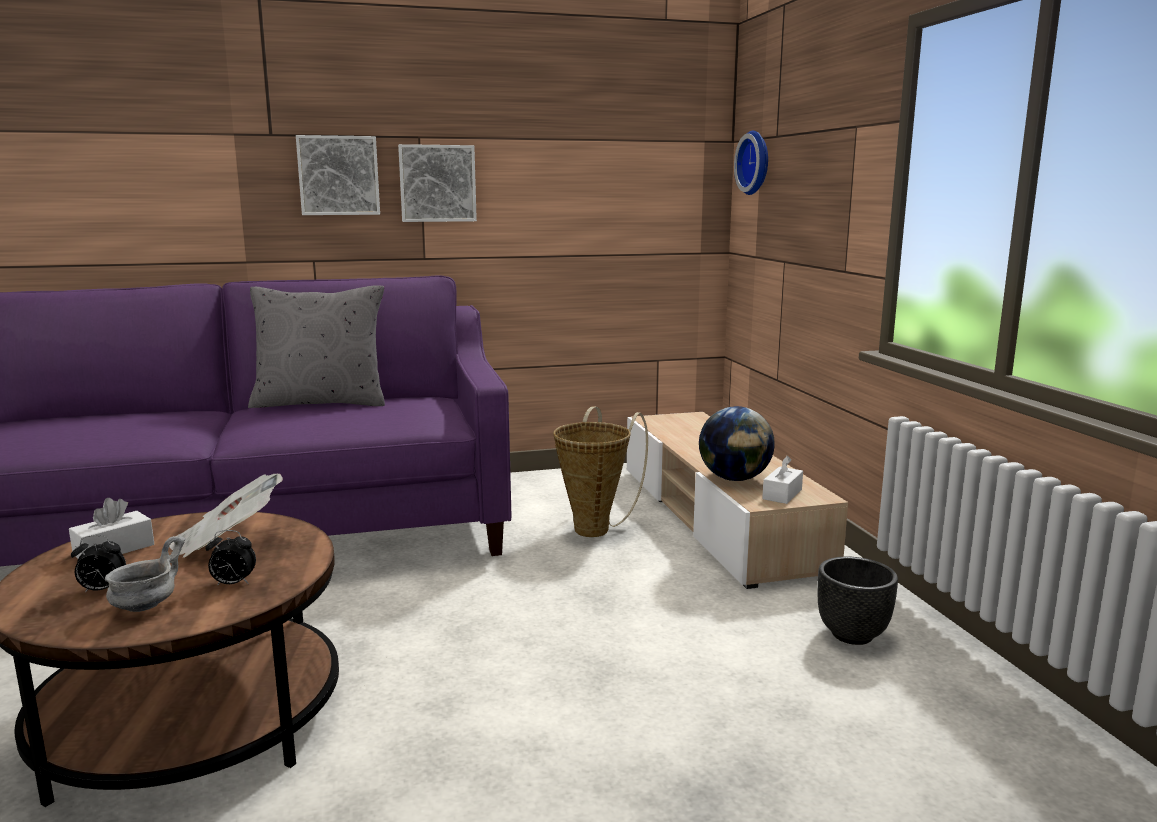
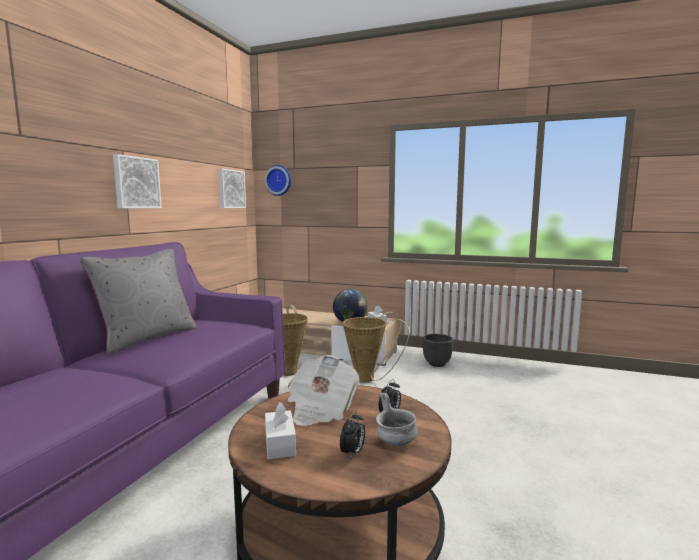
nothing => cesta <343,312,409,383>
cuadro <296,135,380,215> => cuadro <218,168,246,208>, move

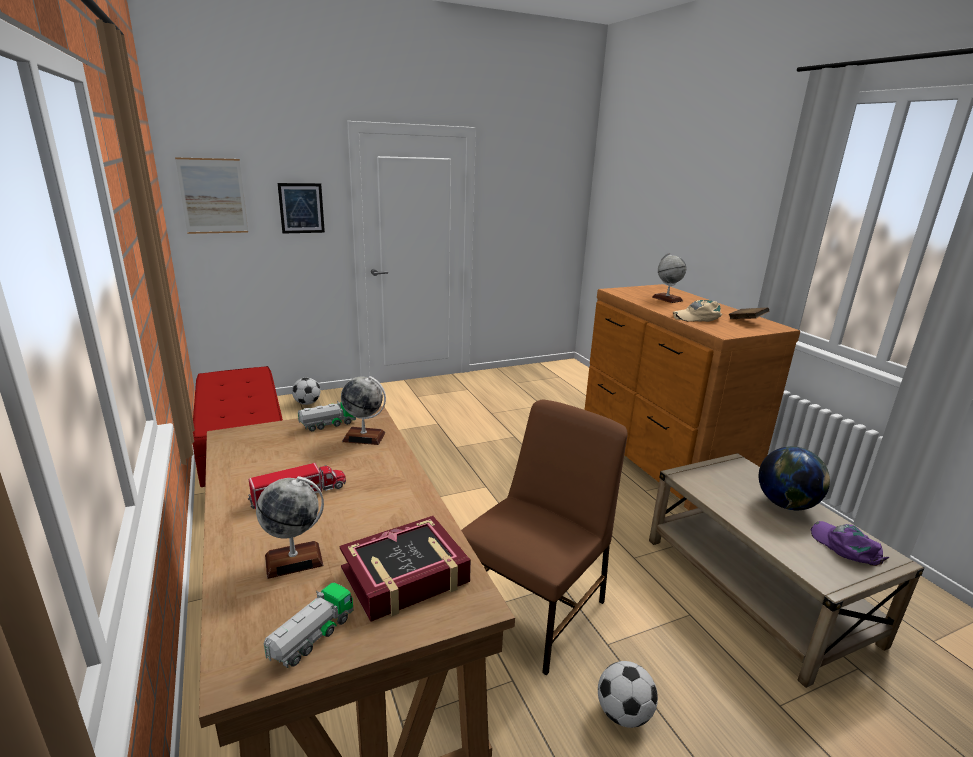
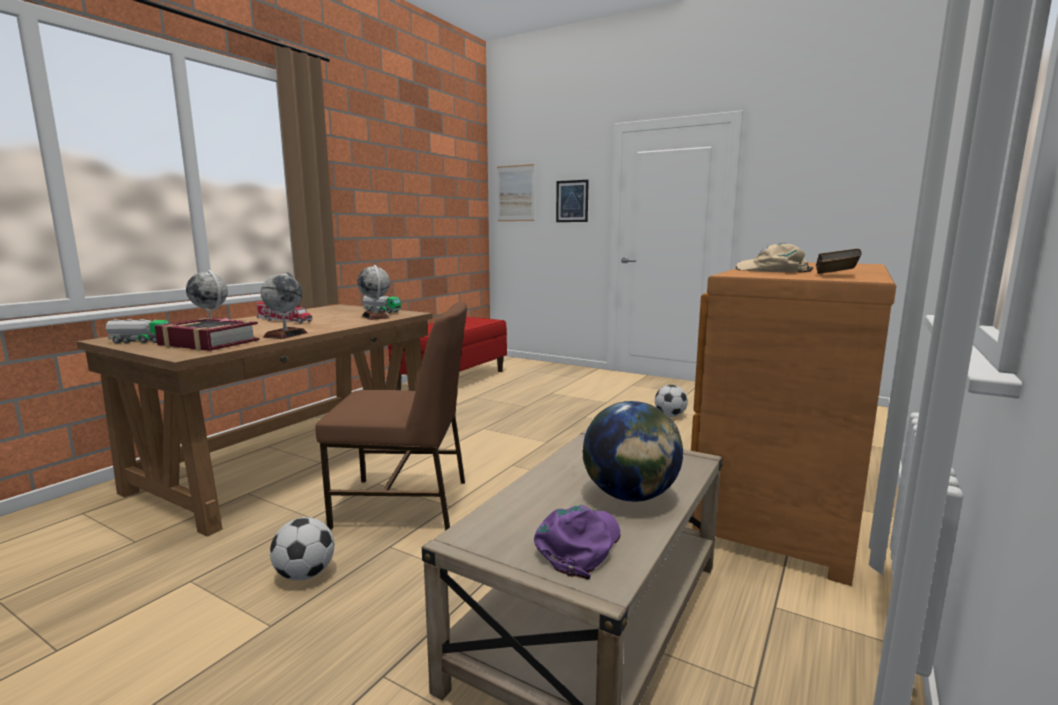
balón de fútbol <292,378,320,405> => balón de fútbol <655,385,688,417>, move
globo terráqueo <652,253,686,303> => globo terráqueo <260,271,307,339>, move

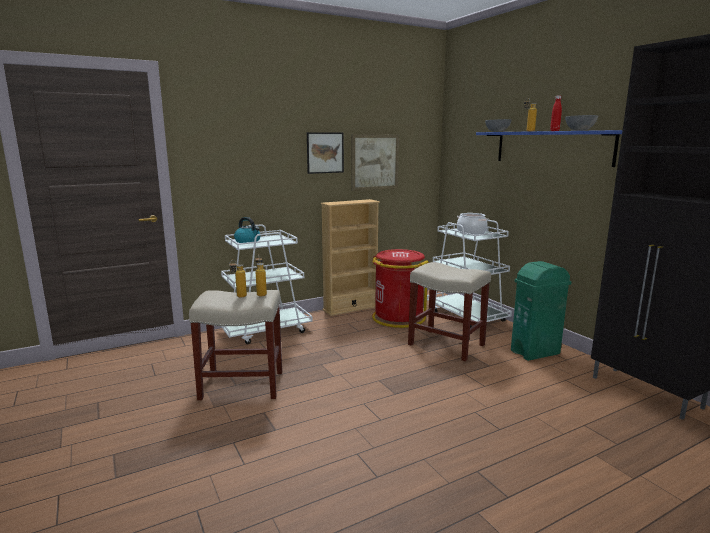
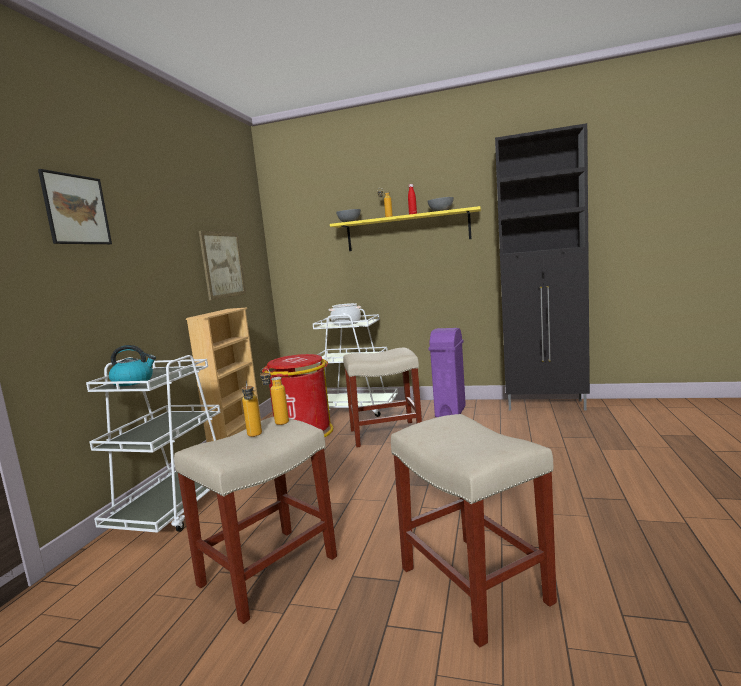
nothing => taburete/beis <391,414,557,648>
cuadro <307,132,344,174> => cuadro <38,169,112,244>, move
estante/azul <476,130,623,167> => estante/amarillo <330,206,481,251>
papelera/verde <511,261,572,361> => papelera/morado <428,328,466,417>

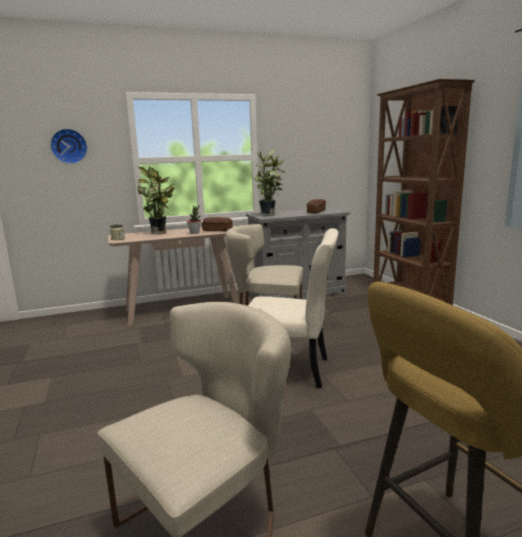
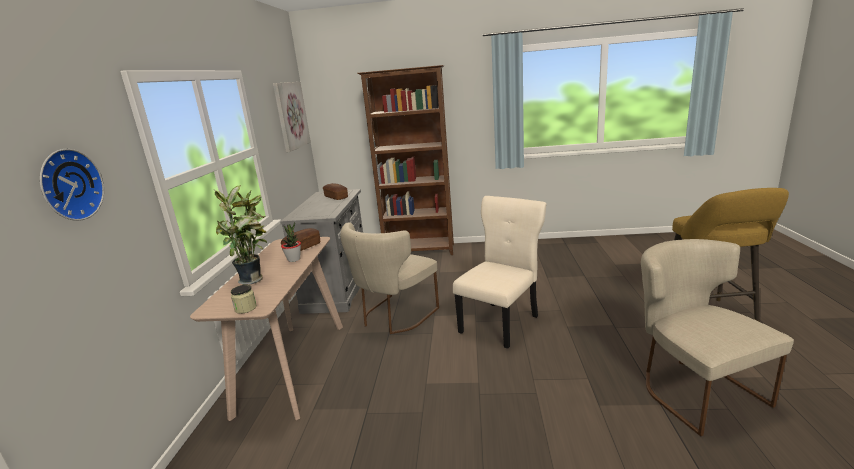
planta en maceta <253,150,285,216> => nothing
nothing => cuadro <273,82,311,152>

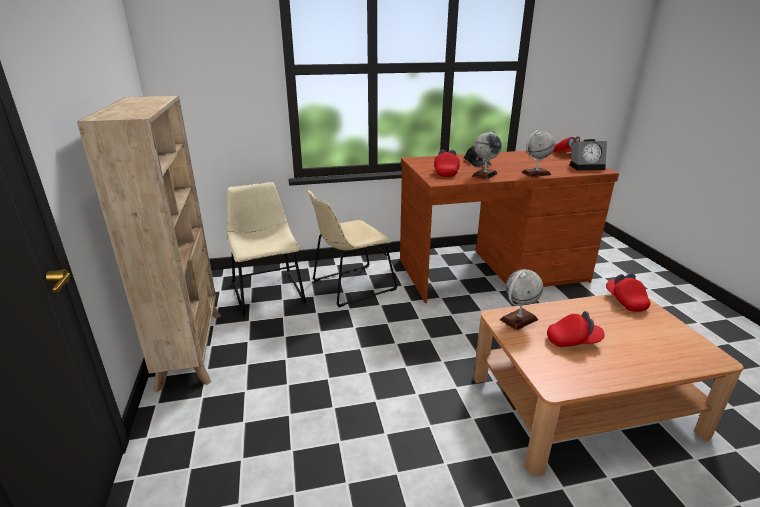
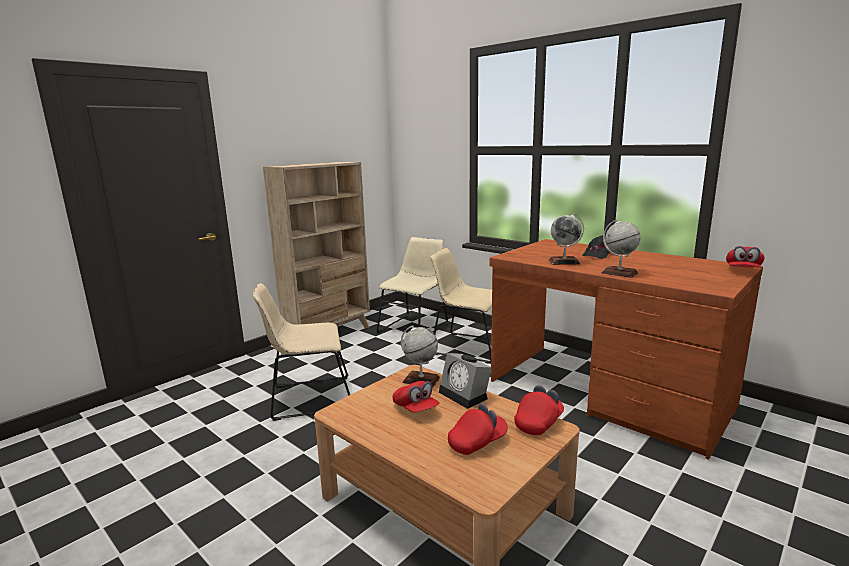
nothing => silla/beis <253,283,350,421>
gorra/rojo <434,150,460,177> => gorra/rojo <448,403,508,455>, move
despertador <570,139,607,170> => despertador <439,353,492,409>, move

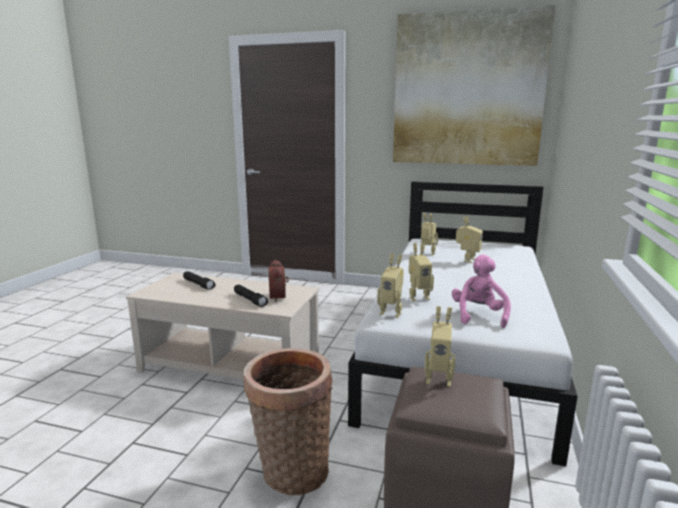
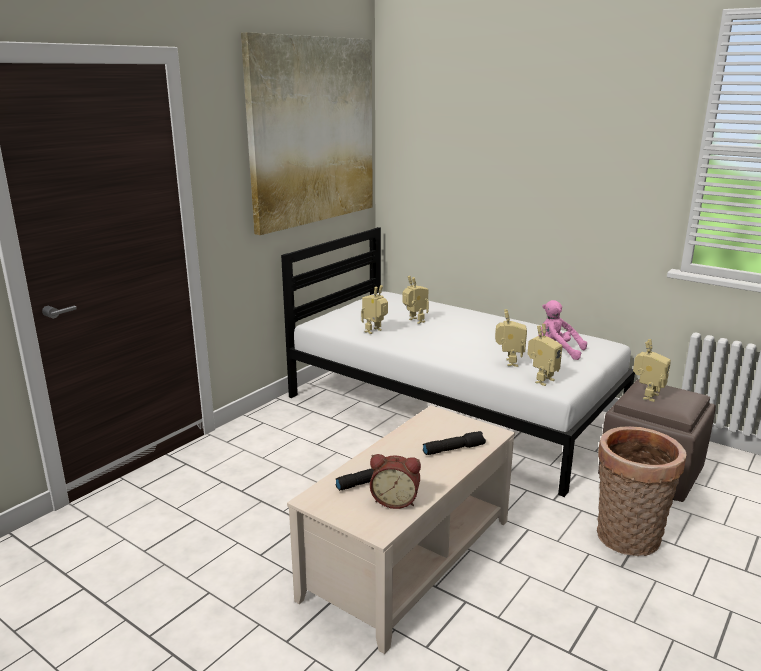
despertador <268,259,289,302> => despertador <370,454,421,509>, move

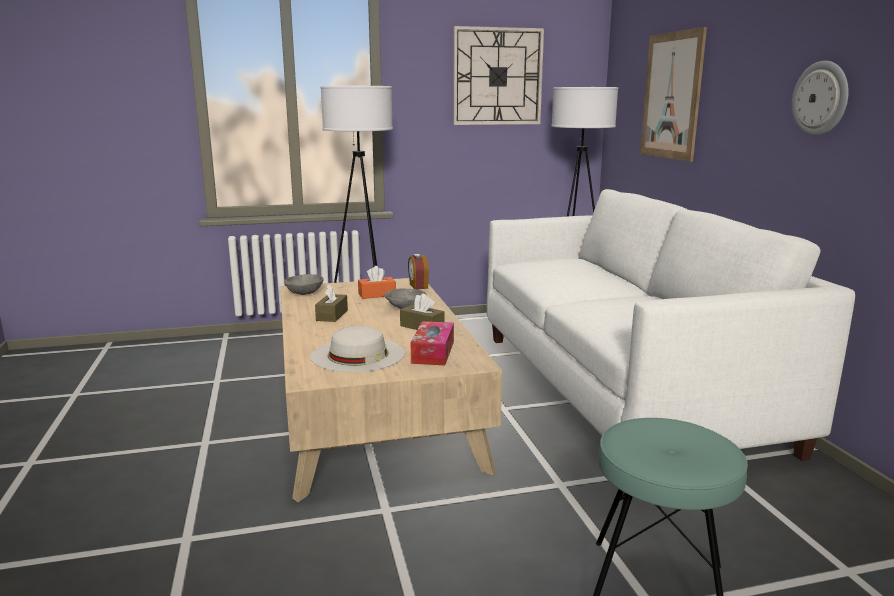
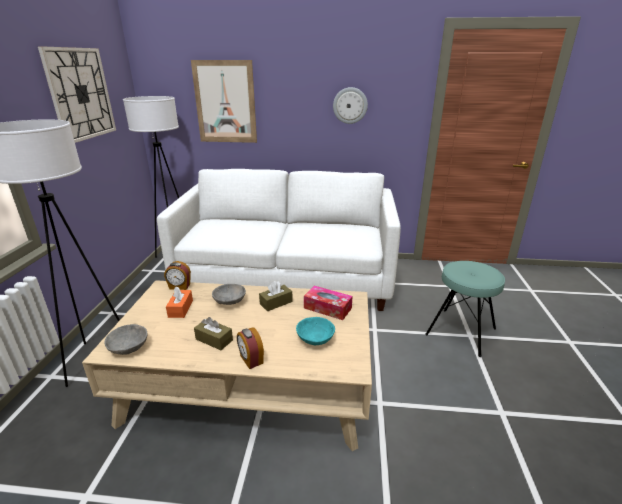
nothing => despertador <237,327,264,369>
sombrero/blanco <311,326,405,372> => cuenco/turquesa <296,317,335,345>

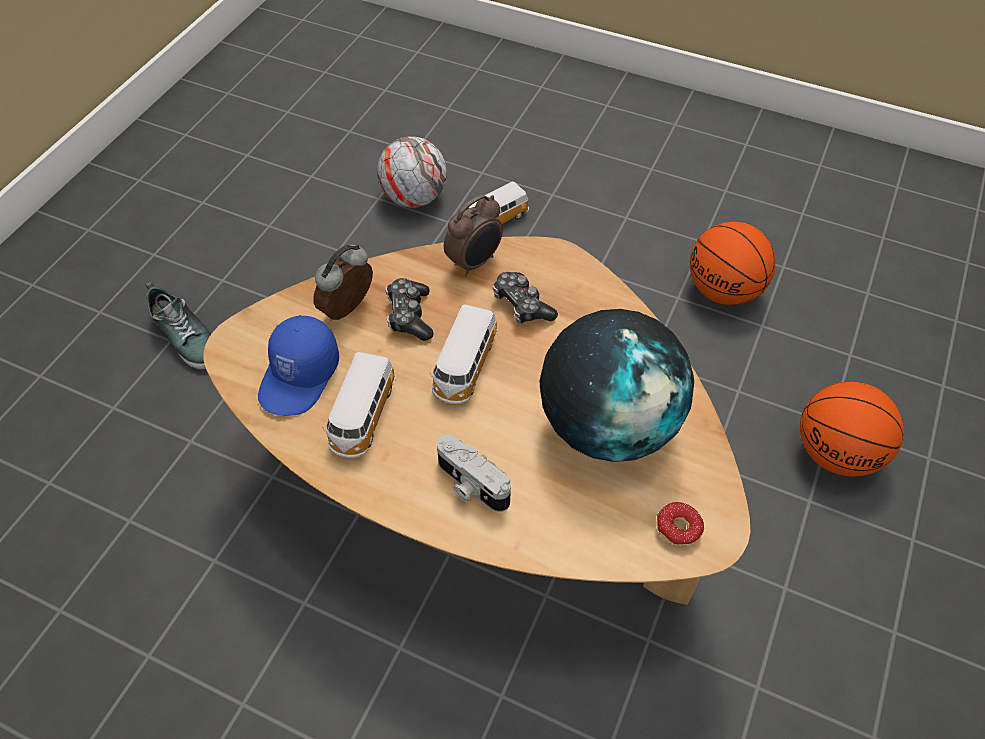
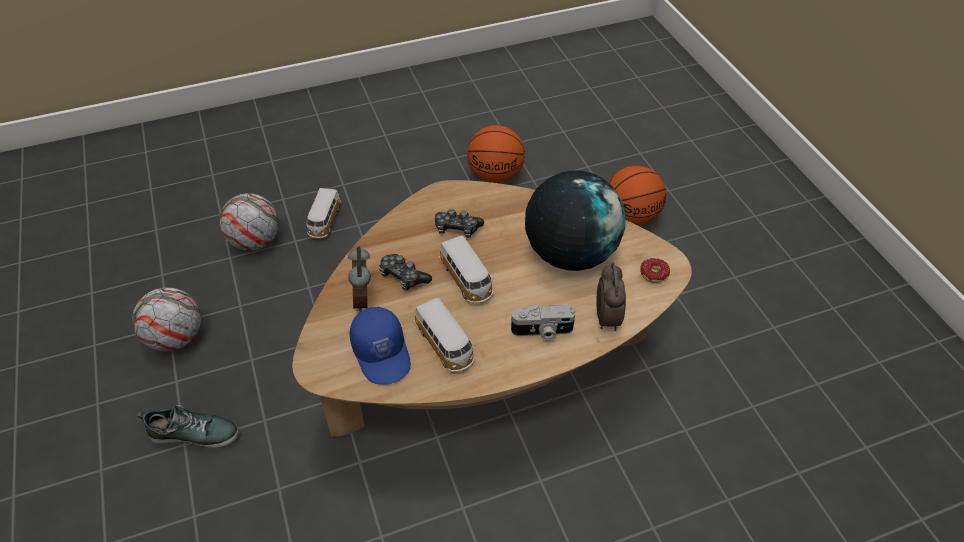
nothing => balón de fútbol <132,287,201,351>
despertador <444,195,503,276> => despertador <596,262,626,331>, move

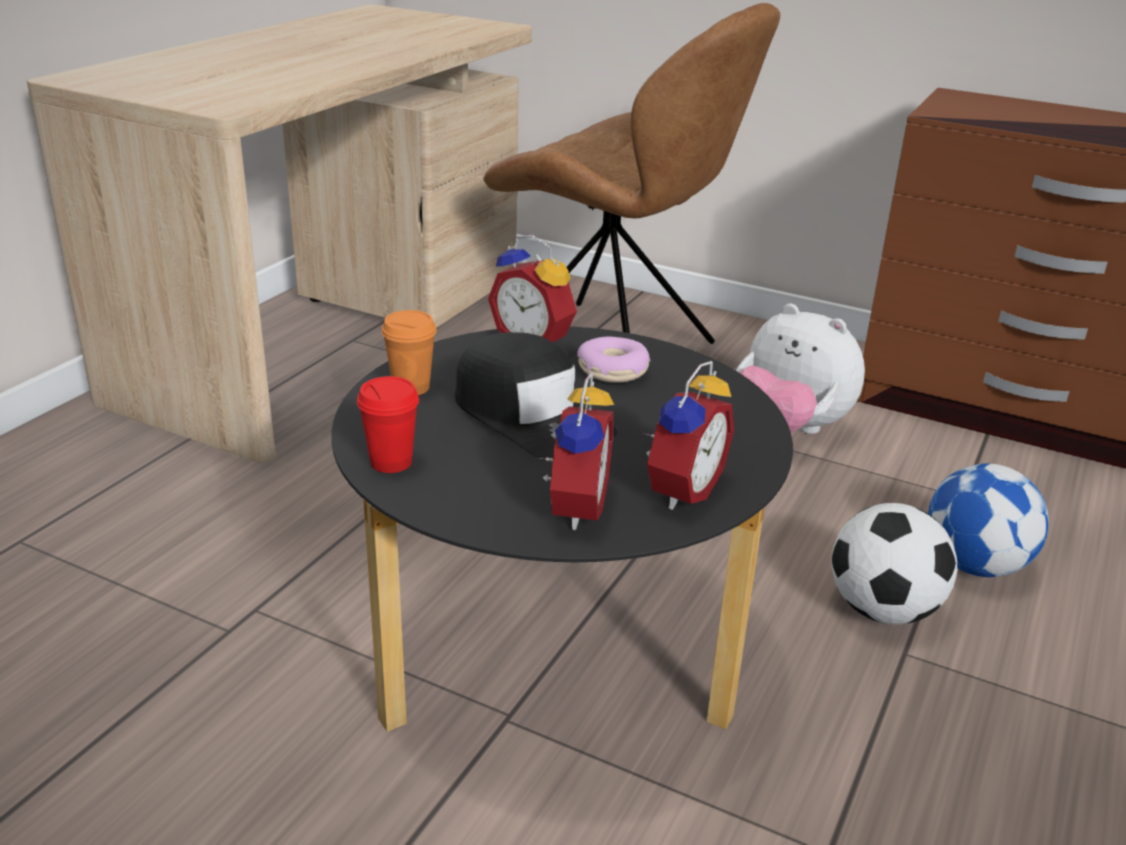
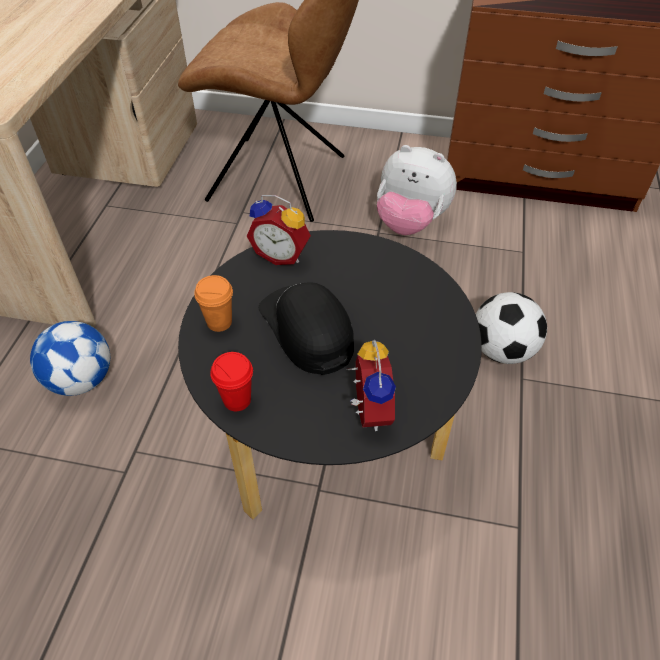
rosquilla <577,337,650,383> => nothing
despertador <644,361,734,510> => nothing
balón de fútbol <928,463,1049,577> => balón de fútbol <30,321,110,396>, move
gorra/negro <454,332,617,462> => gorra/negro <259,282,354,375>, 150 degrees counterclockwise

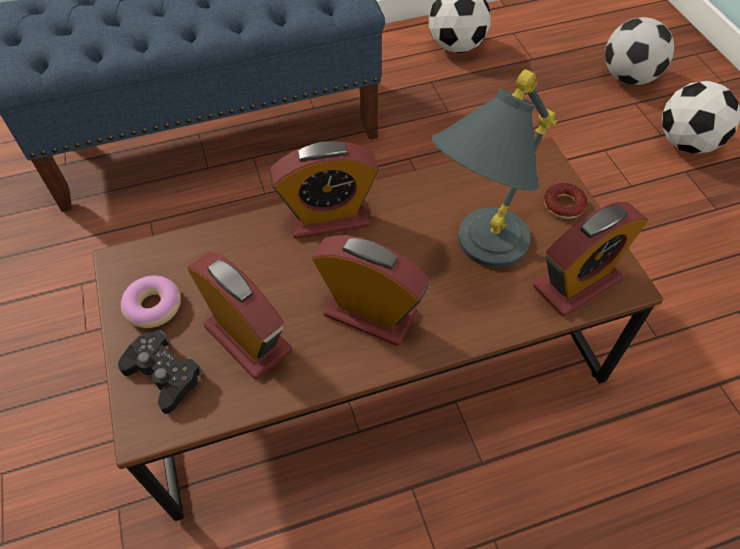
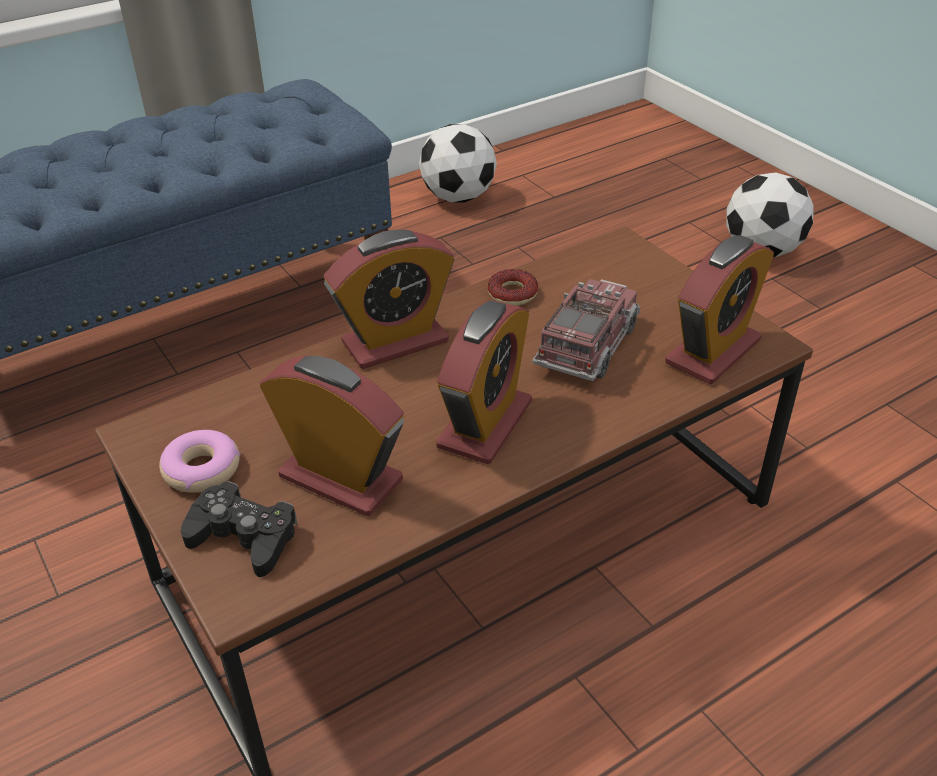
balón de fútbol <605,17,674,85> => nothing
rosquilla <544,183,587,219> => rosquilla <488,269,538,306>, move
lámpara de mesa/gris <432,69,558,268> => camión de juguete <532,279,640,381>
despertador <312,235,429,346> => despertador <436,300,532,464>, 105 degrees clockwise

